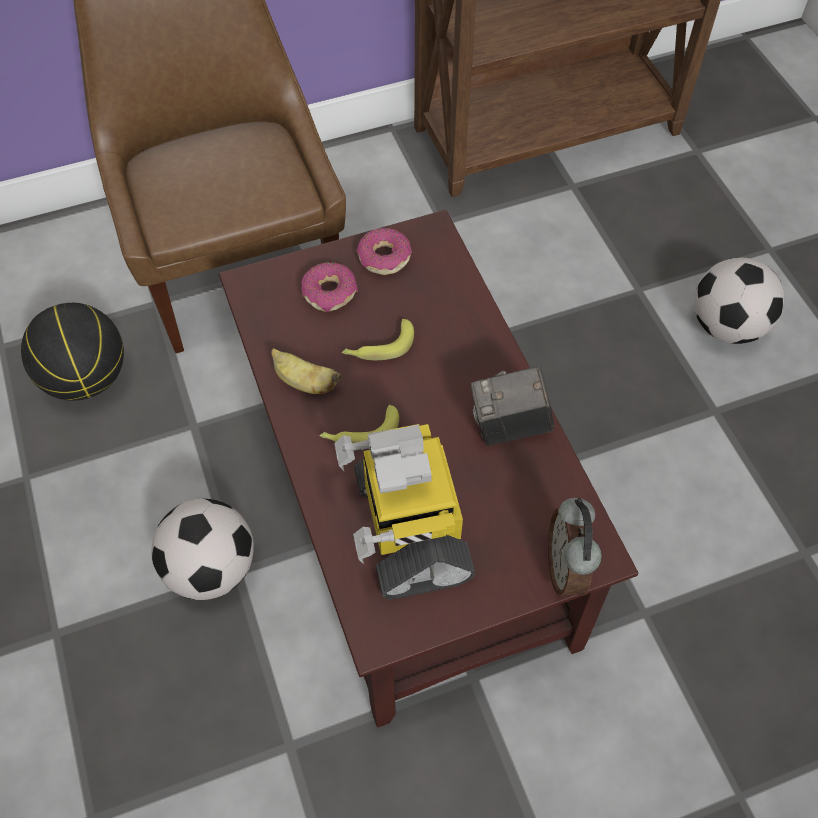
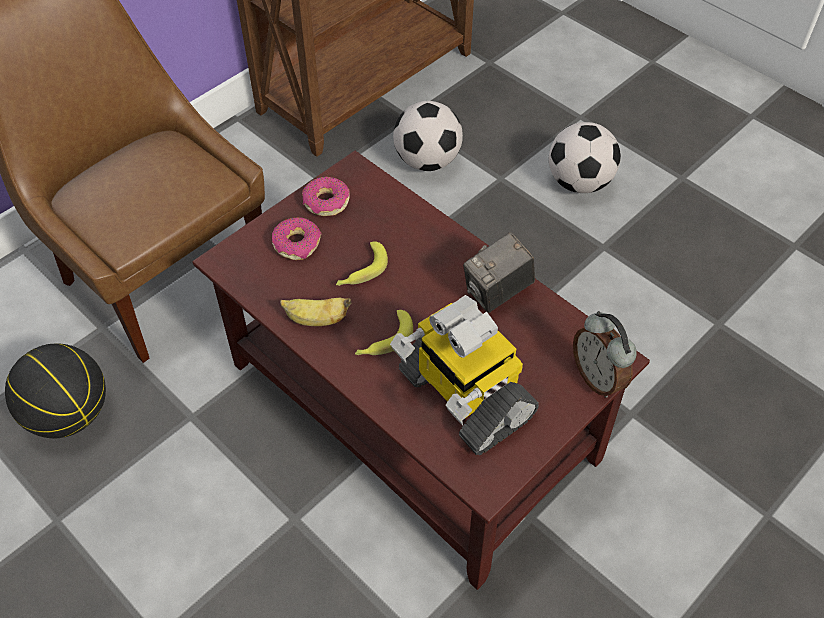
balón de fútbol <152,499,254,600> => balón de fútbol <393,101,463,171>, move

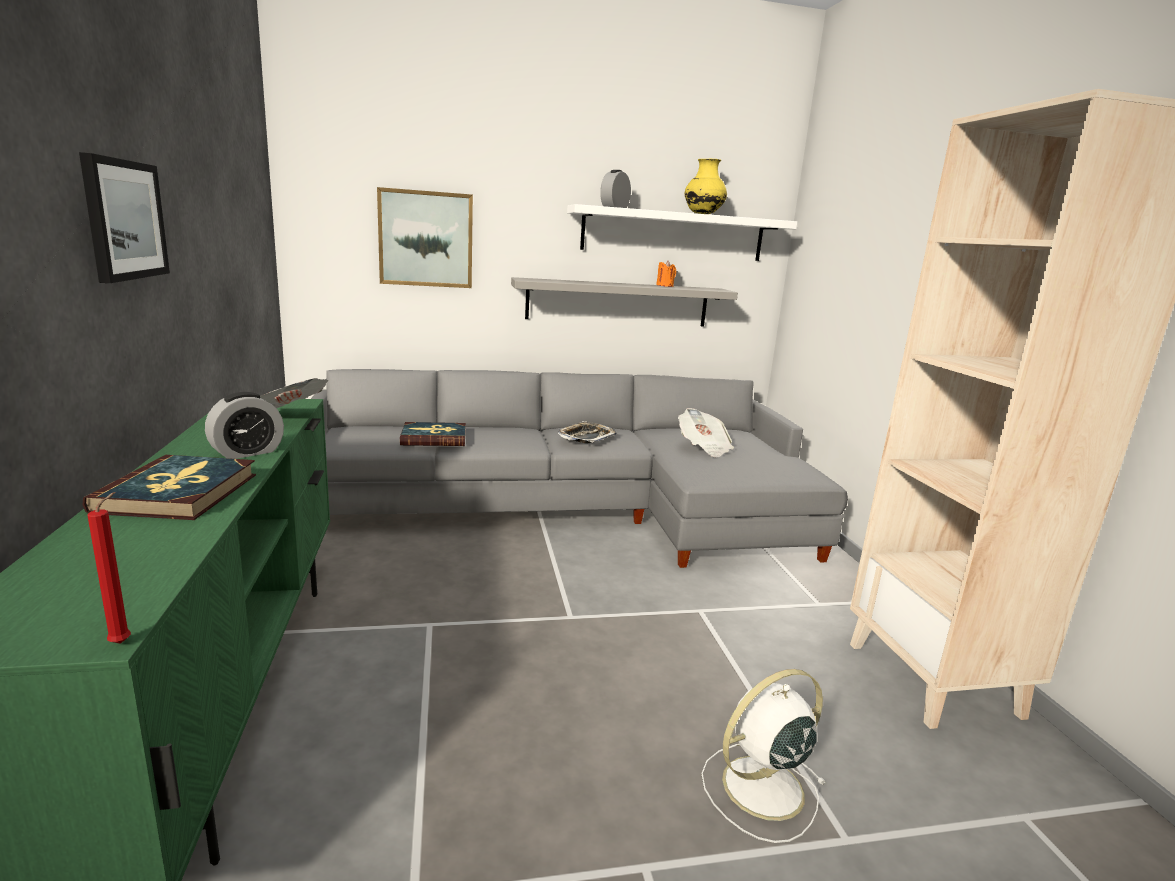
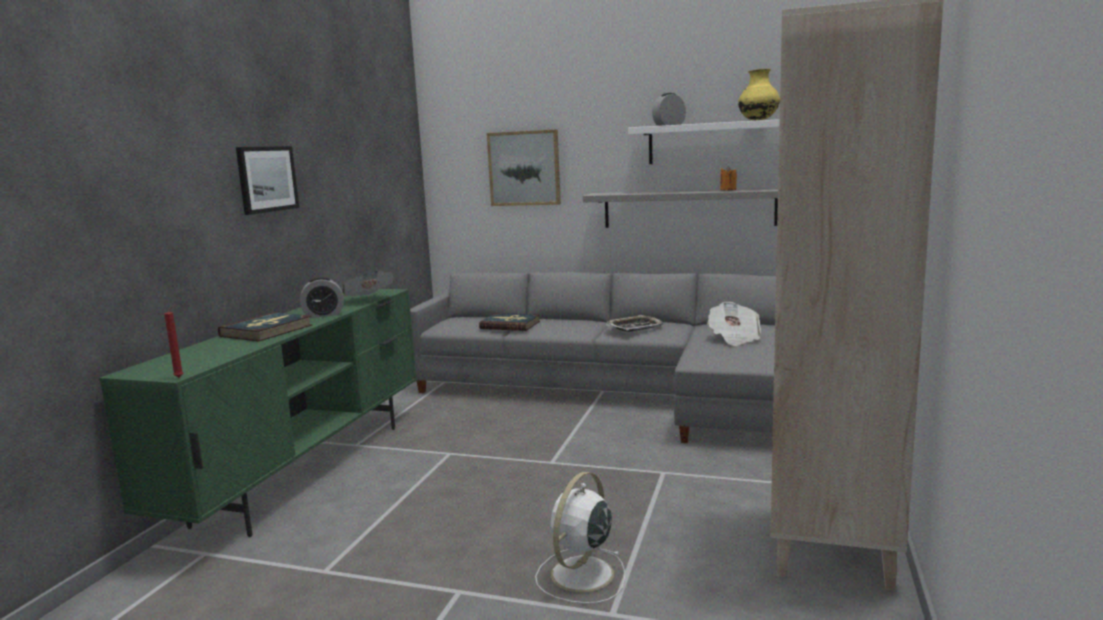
ventilador/blanco <701,669,826,843> => ventilador/blanco <535,472,625,604>, 60 degrees counterclockwise

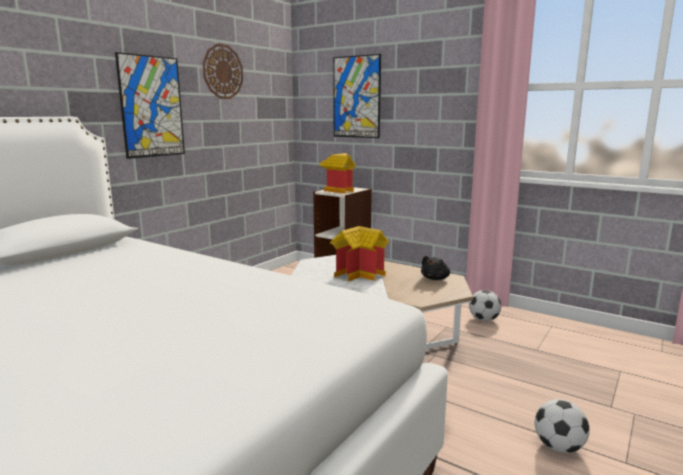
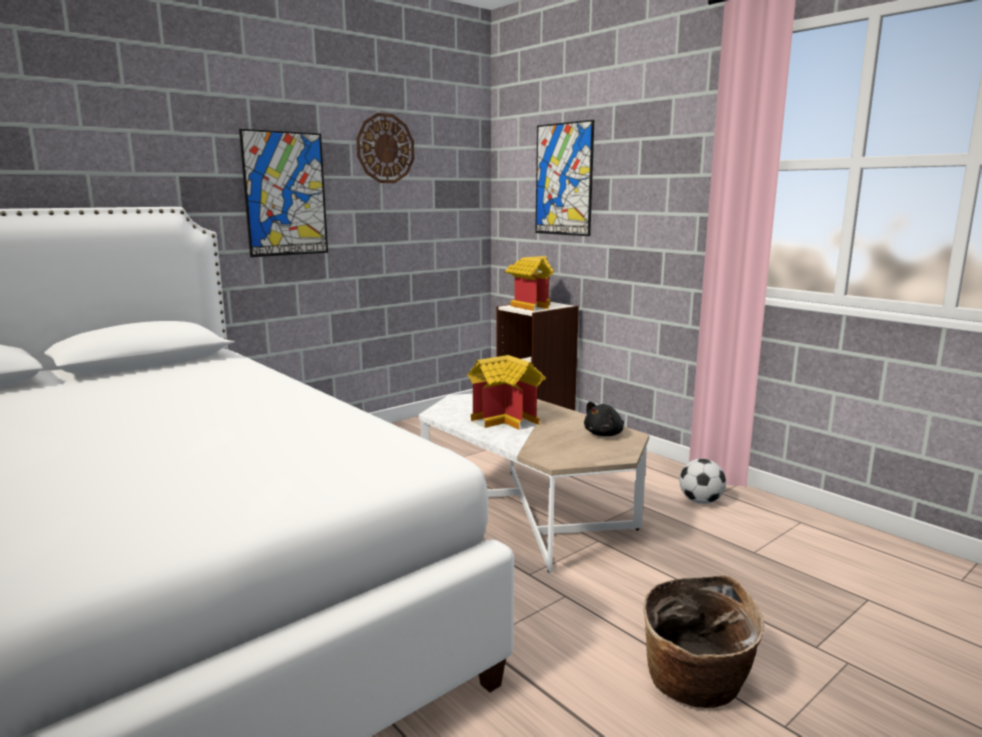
balón de fútbol <535,399,590,453> => cesta <643,575,764,708>

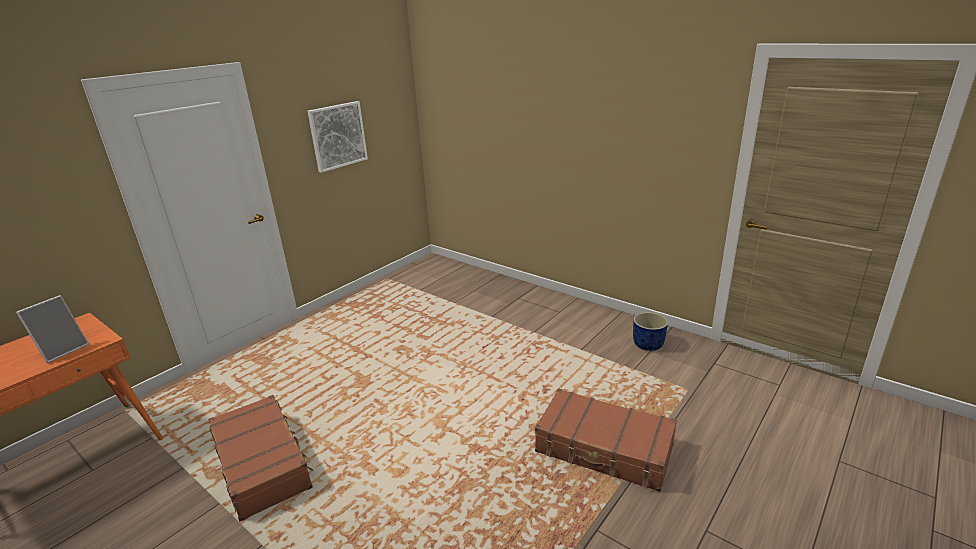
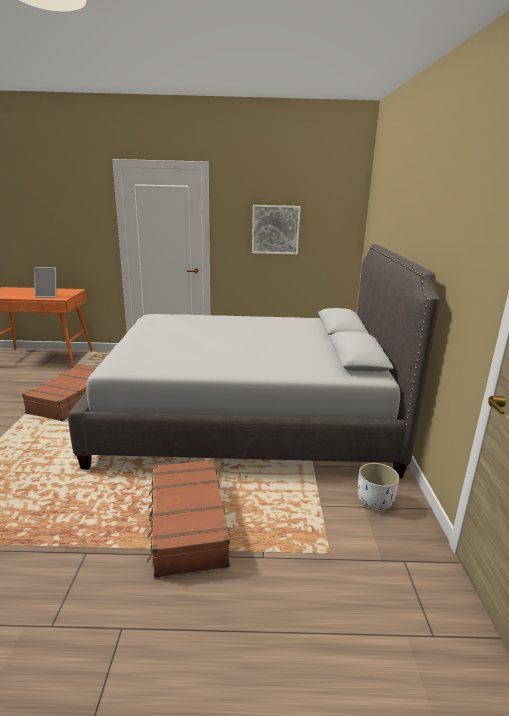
nothing => cama/gris <68,244,440,478>
maceta/azul <633,312,668,351> => maceta/blanco <358,463,400,511>

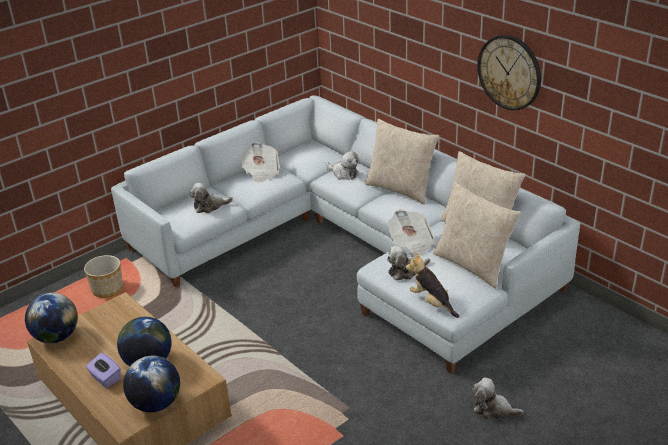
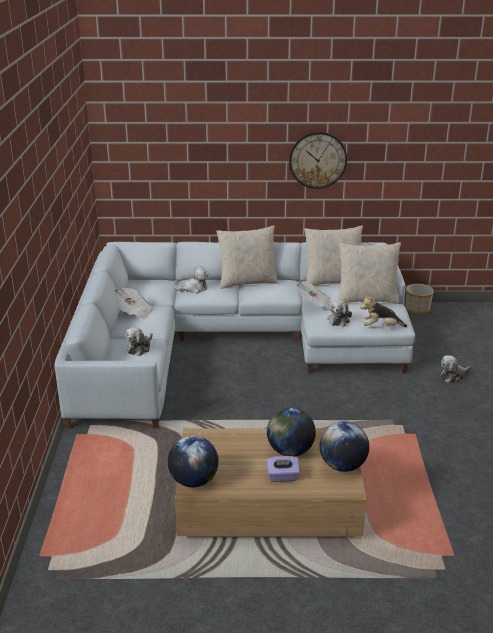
maceta <84,255,123,298> => maceta <406,284,434,315>, move

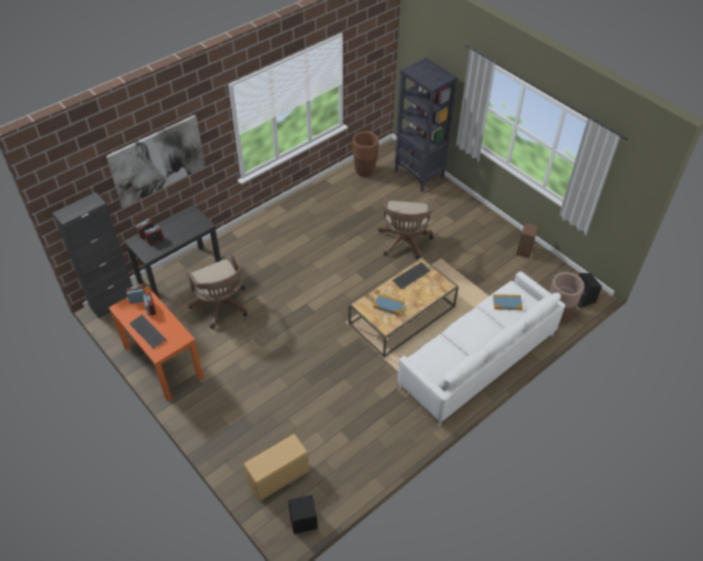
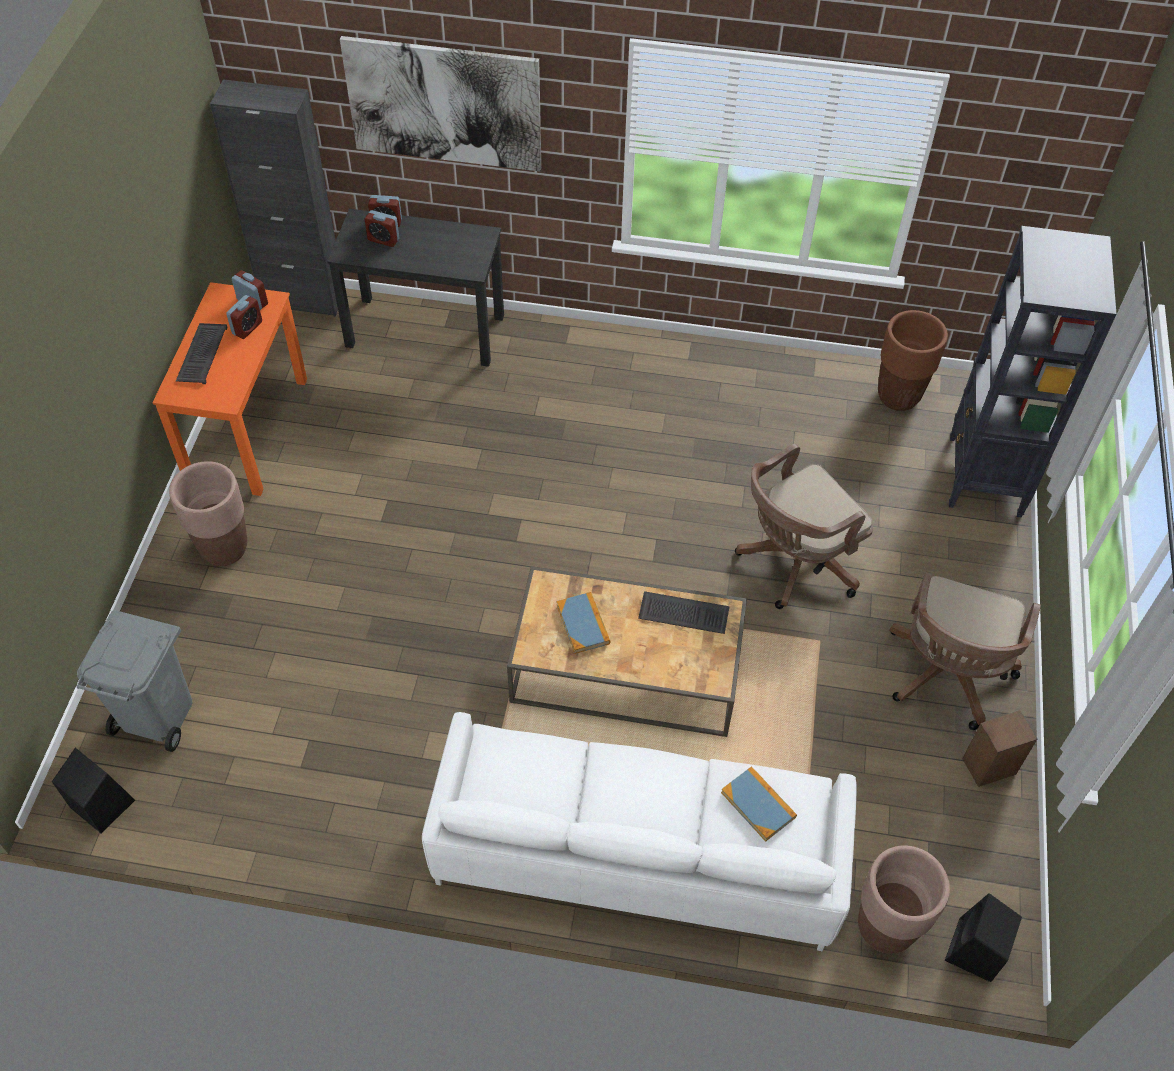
nothing => maceta/marrón <169,461,247,566>
silla de oficina/marrón <187,253,248,329> => silla de oficina/marrón <889,572,1041,730>, move
caja de almacenaje/beis <244,434,309,501> => papelera/gris <76,611,192,752>

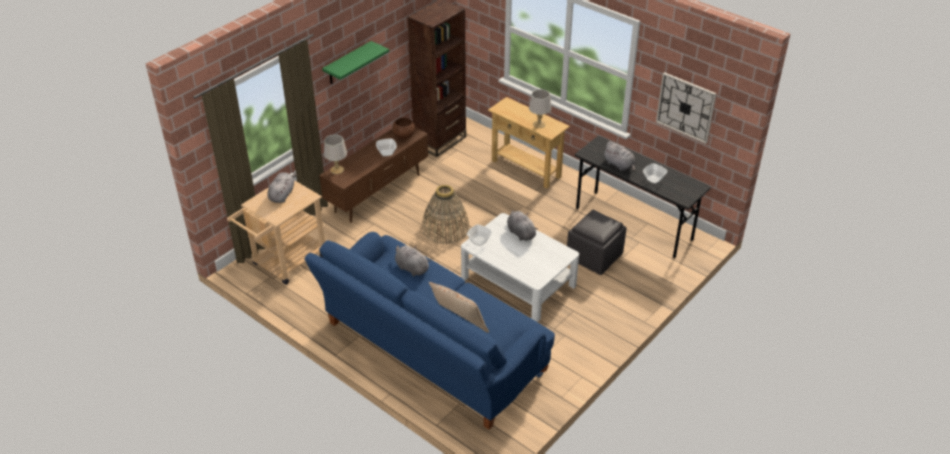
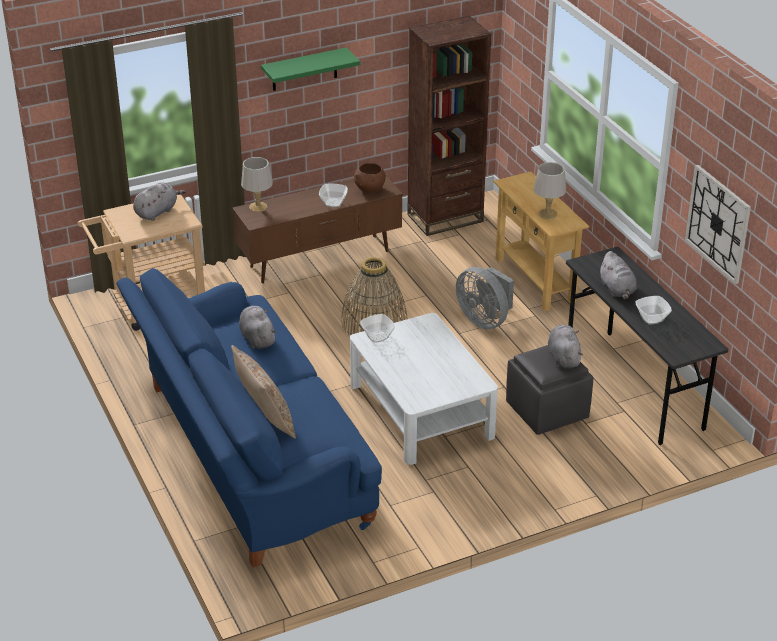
nothing => ventilador/gris <456,267,514,329>
peluche/gris <507,210,538,241> => peluche/gris <548,325,583,368>, move

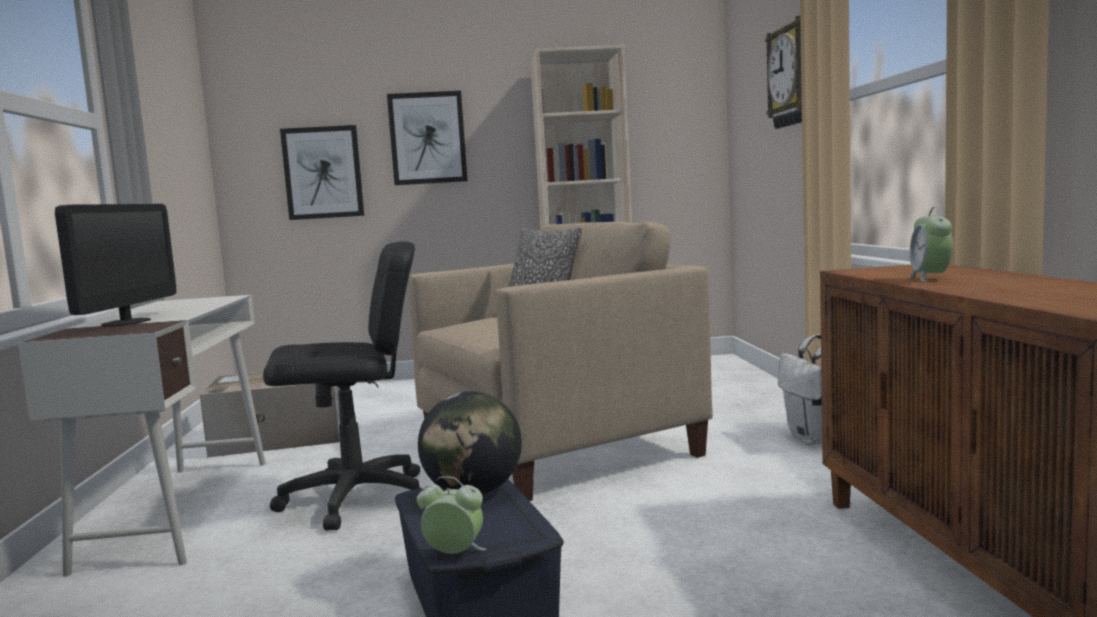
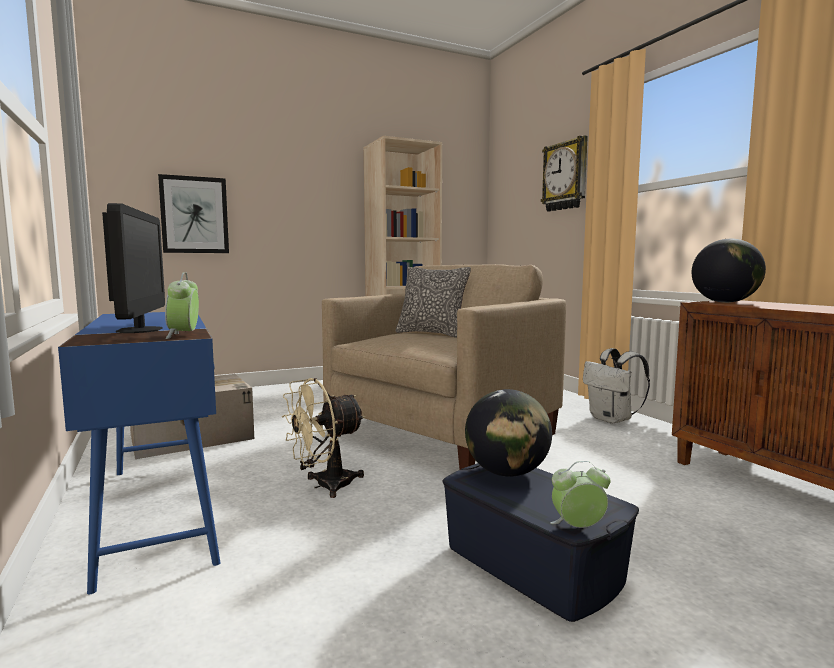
cuadro <387,91,468,185> => nothing
nothing => globo terráqueo <692,239,766,303>
despertador <909,207,952,282> => despertador <165,272,199,339>, move
silla de oficina/negro <263,241,420,530> => ventilador/beis <282,378,365,498>
escritorio/blanco <18,295,266,577> => escritorio/azul <58,312,220,594>

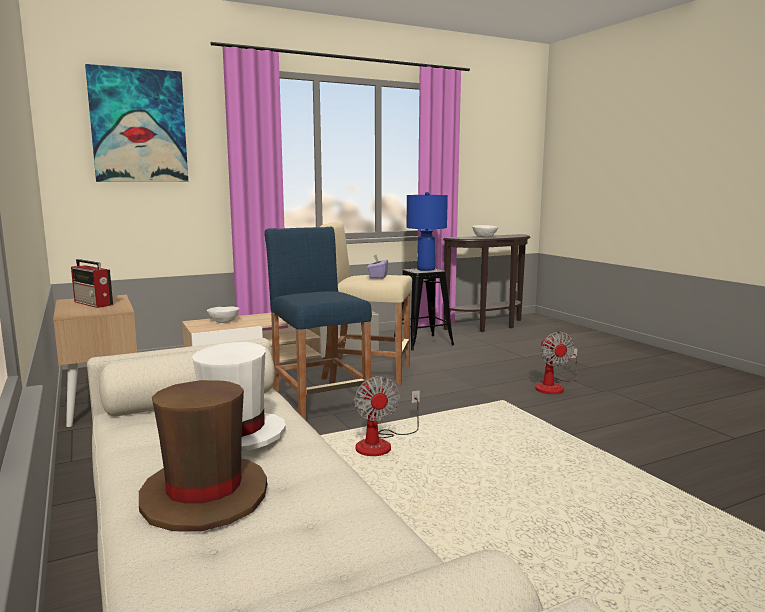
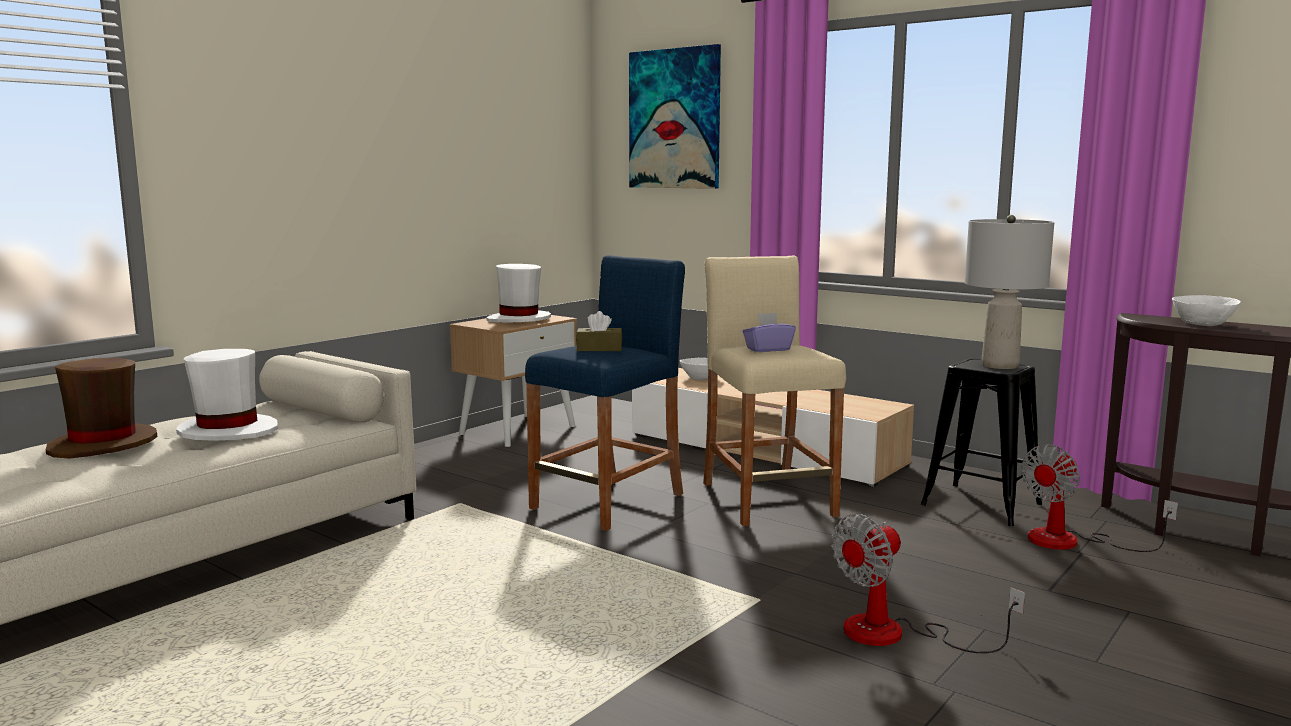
nothing => caja de pañuelos/marrón <576,311,622,351>
ventilador <354,376,420,456> => ventilador <1021,444,1178,552>, move
radio <71,259,113,308> => sombrero/blanco <486,264,551,323>
lámpara de mesa/azul <407,192,448,271> => lámpara de mesa/gris <965,215,1054,369>

